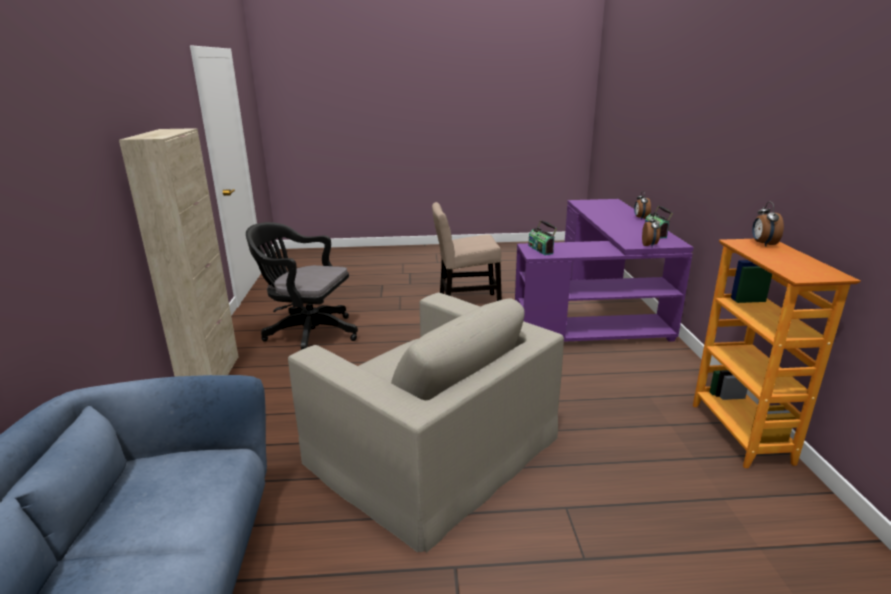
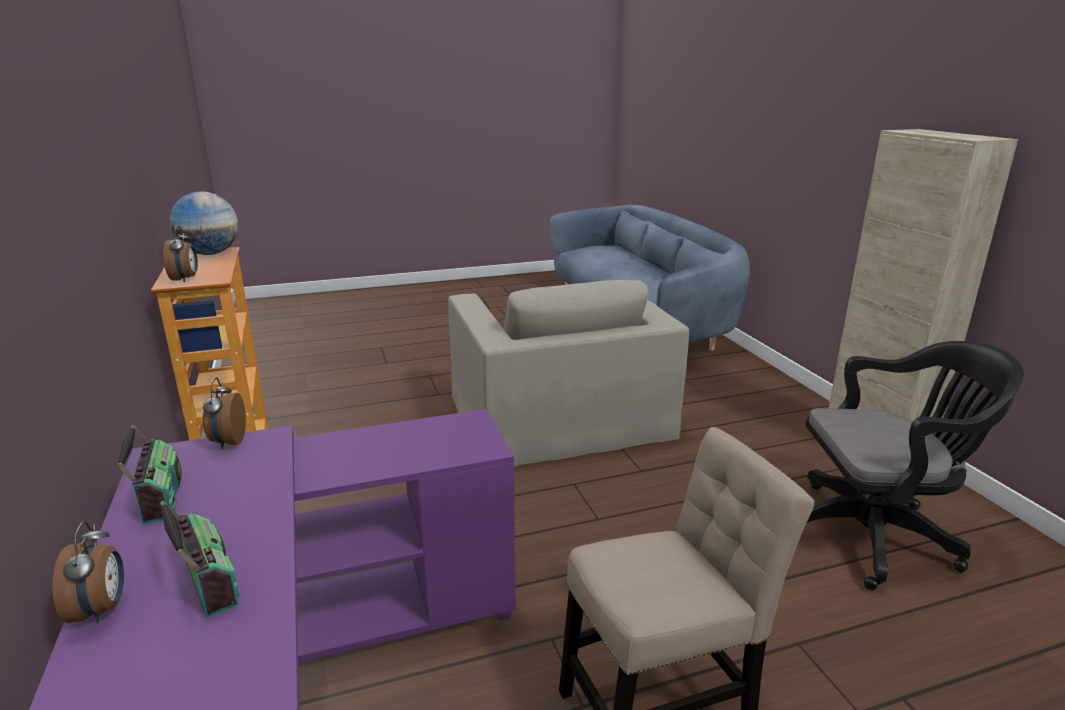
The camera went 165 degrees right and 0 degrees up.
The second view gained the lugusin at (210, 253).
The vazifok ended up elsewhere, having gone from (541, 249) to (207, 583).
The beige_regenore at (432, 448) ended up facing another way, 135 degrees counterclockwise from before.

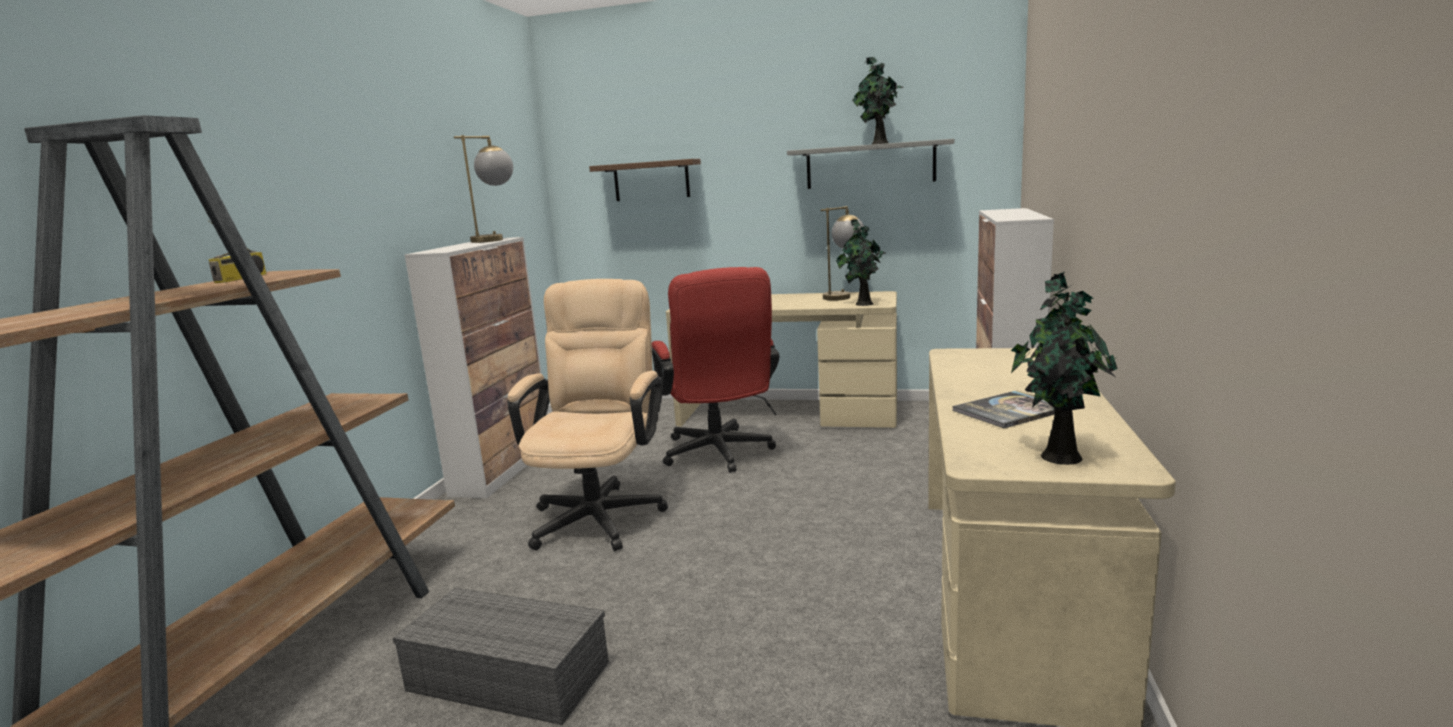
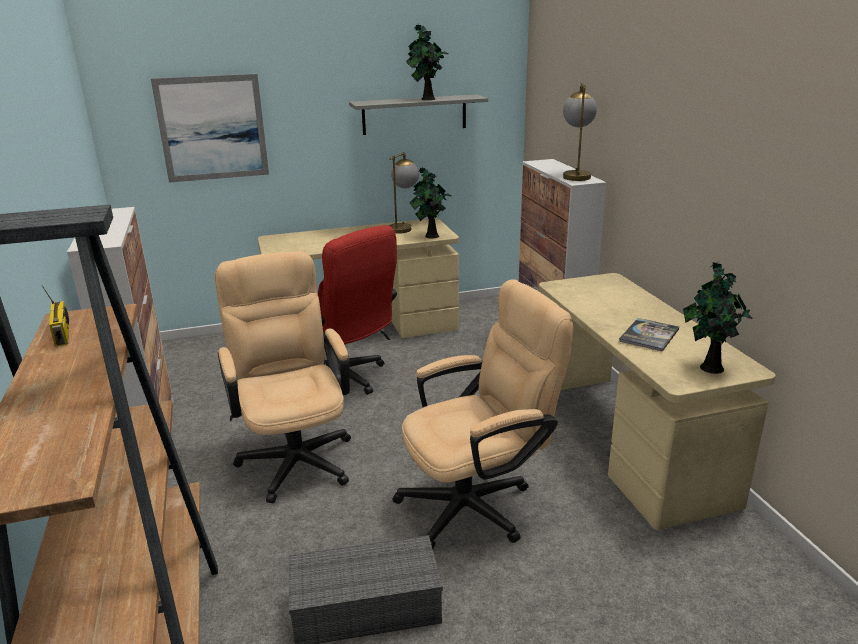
The camera went 30 degrees left and 10 degrees up.
The second view gained the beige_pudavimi at (478, 504).
The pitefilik ended up elsewhere, having gone from (496, 239) to (575, 175).
Where the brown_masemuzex hung at (651, 180), the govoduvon came to hang at (212, 128).

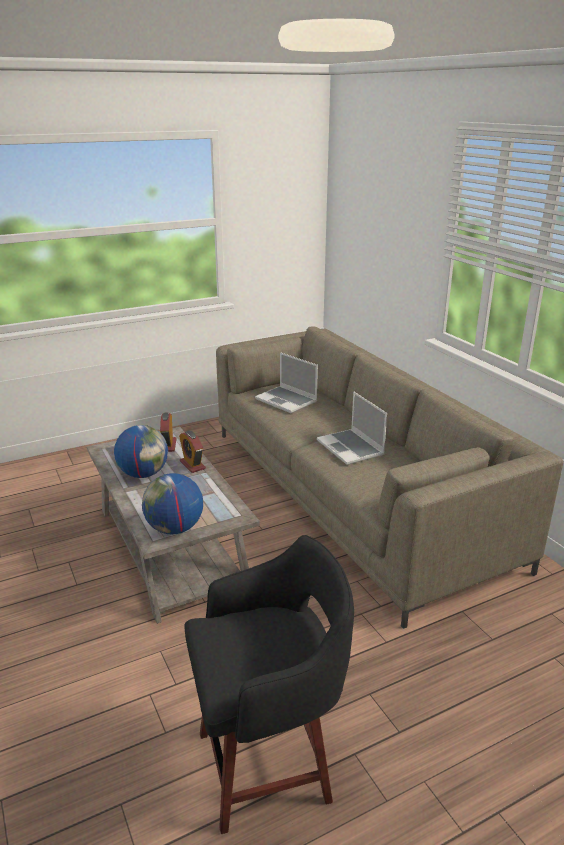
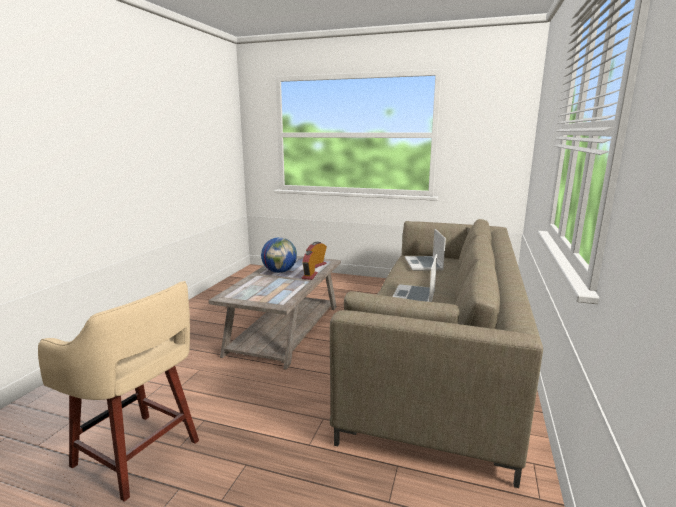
The camera went 45 degrees right and 10 degrees down.
The second view lost the lugusin at (174, 529).
What was the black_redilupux at (268, 764) turned into the beige_redilupux at (139, 454).

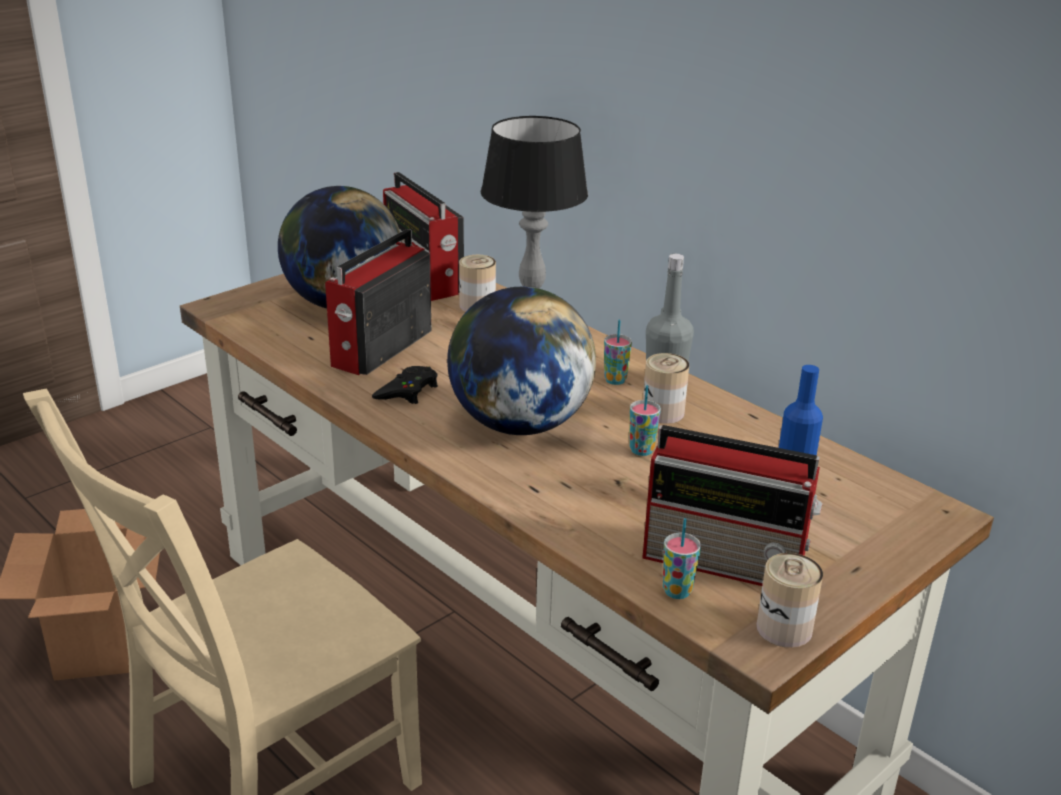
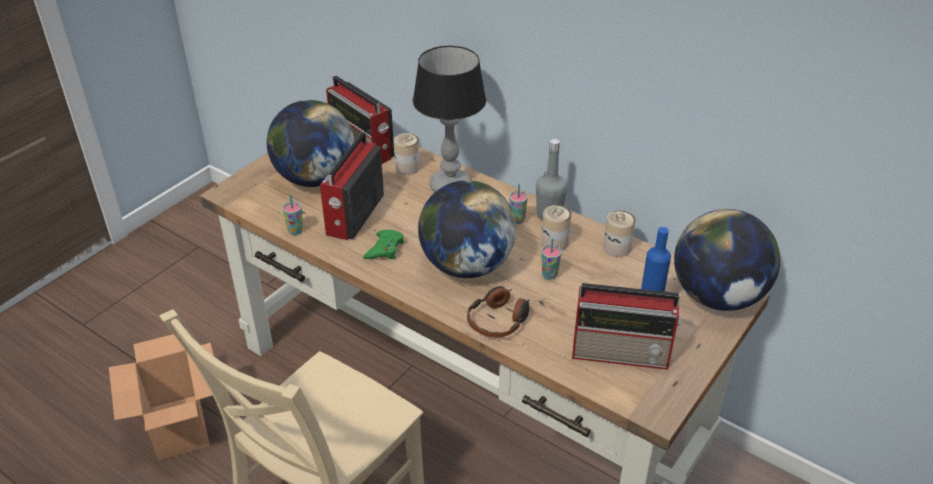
The camera went 10 degrees left and 10 degrees up.
The second view gained the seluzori at (499, 320).
The second view gained the lugusin at (717, 297).
The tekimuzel ended up elsewhere, having gone from (677, 591) to (295, 231).
The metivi ended up elsewhere, having gone from (784, 628) to (617, 248).
What was the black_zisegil at (407, 391) turned into the green_zisegil at (385, 249).

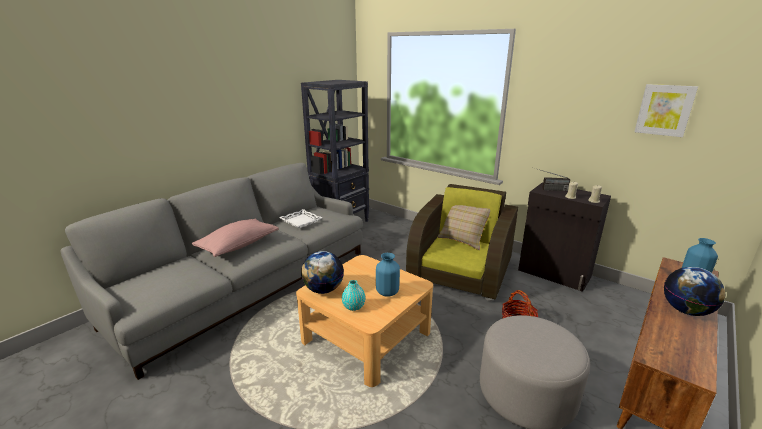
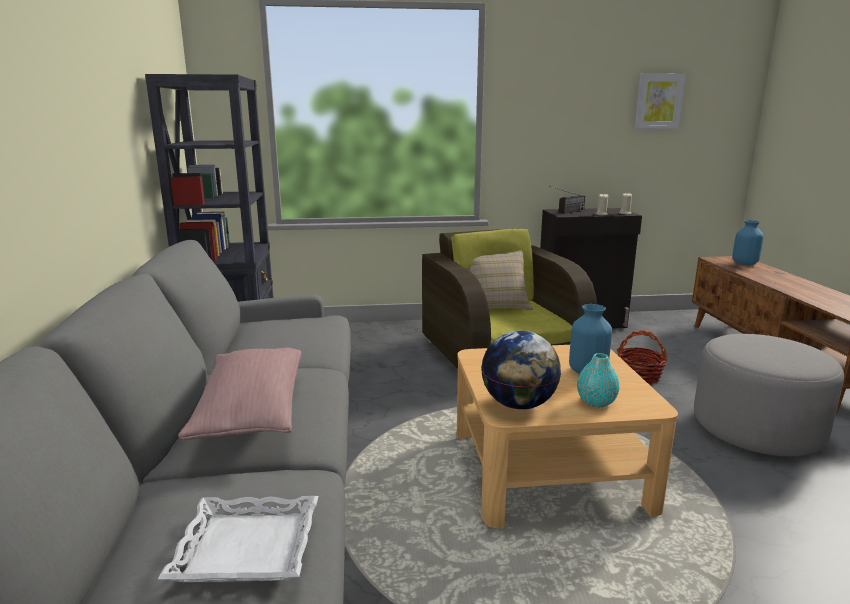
The camera went 45 degrees left and 5 degrees down.
The second view lost the lugusin at (686, 311).
The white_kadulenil ended up elsewhere, having gone from (300, 221) to (246, 548).

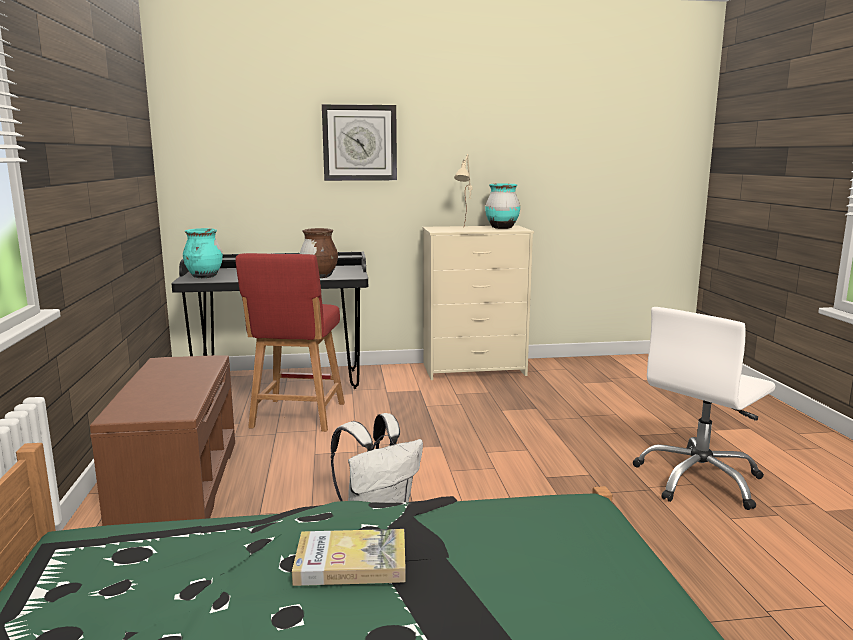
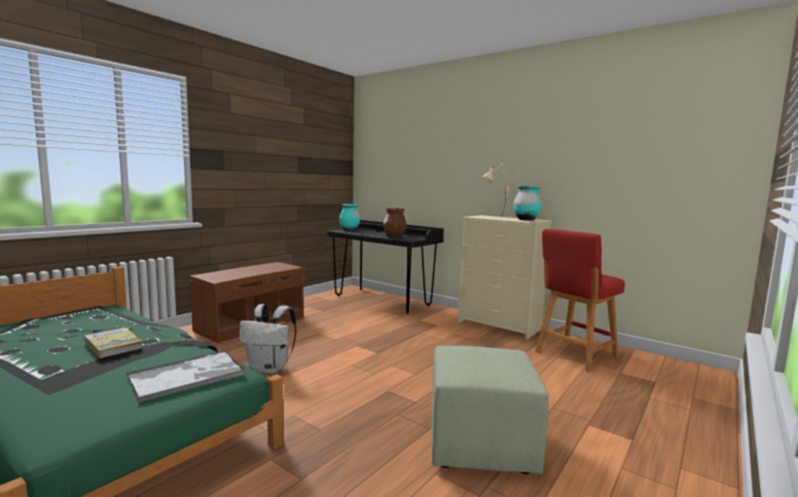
The camera went 45 degrees right and 5 degrees down.
The second view lost the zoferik at (359, 143).
The second view gained the kadulenil at (188, 375).
The red_redilupux ended up elsewhere, having gone from (297, 417) to (574, 356).
Where the white_pudavimi stood at (699, 480), the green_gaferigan came to stand at (479, 443).

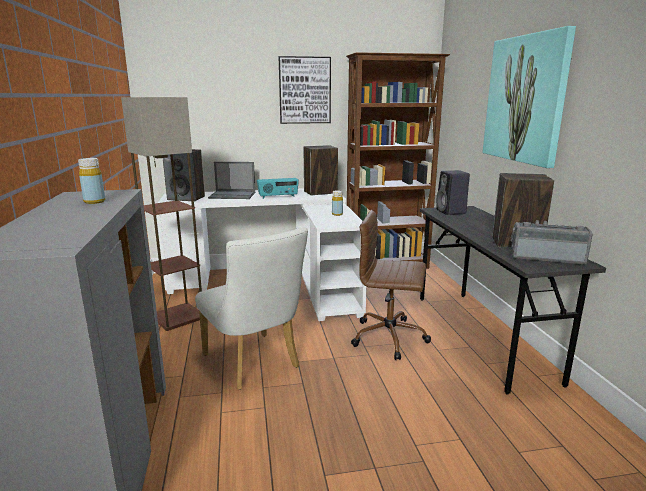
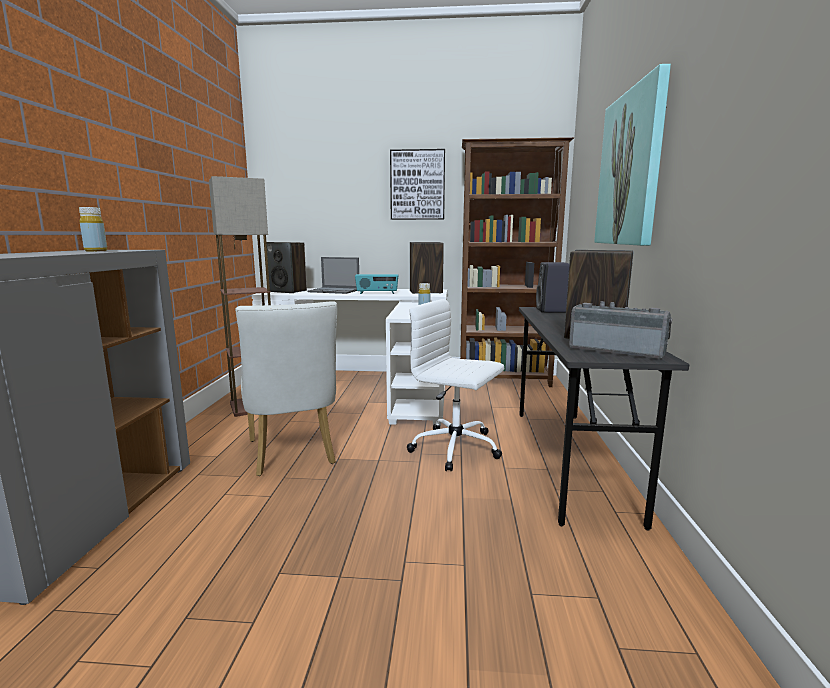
The camera went 15 degrees right and 5 degrees down.
What was the brown_pudavimi at (390, 337) turned into the white_pudavimi at (457, 448).

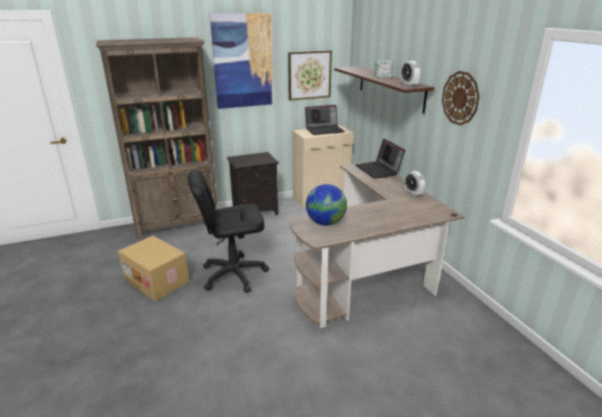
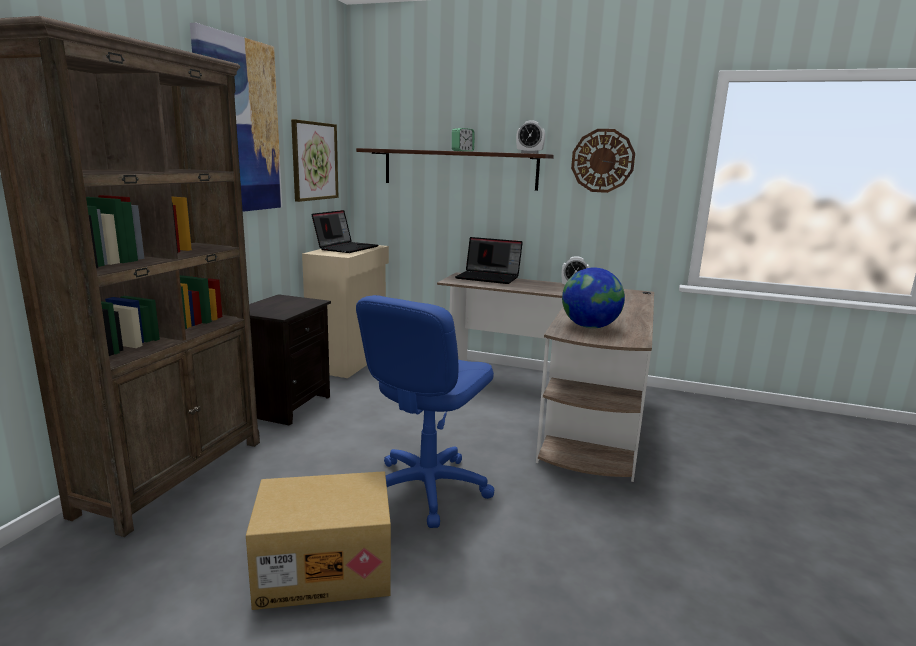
The camera went 50 degrees left and 10 degrees down.
What was the black_pudavimi at (233, 274) turned into the blue_pudavimi at (426, 488).

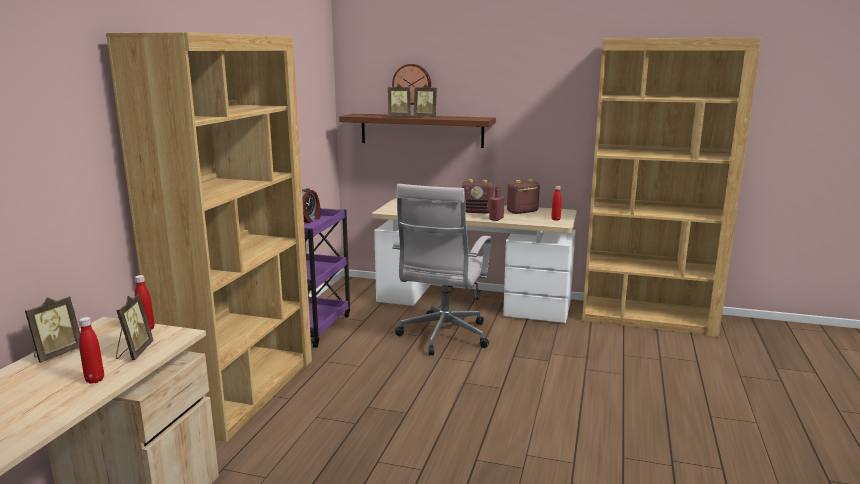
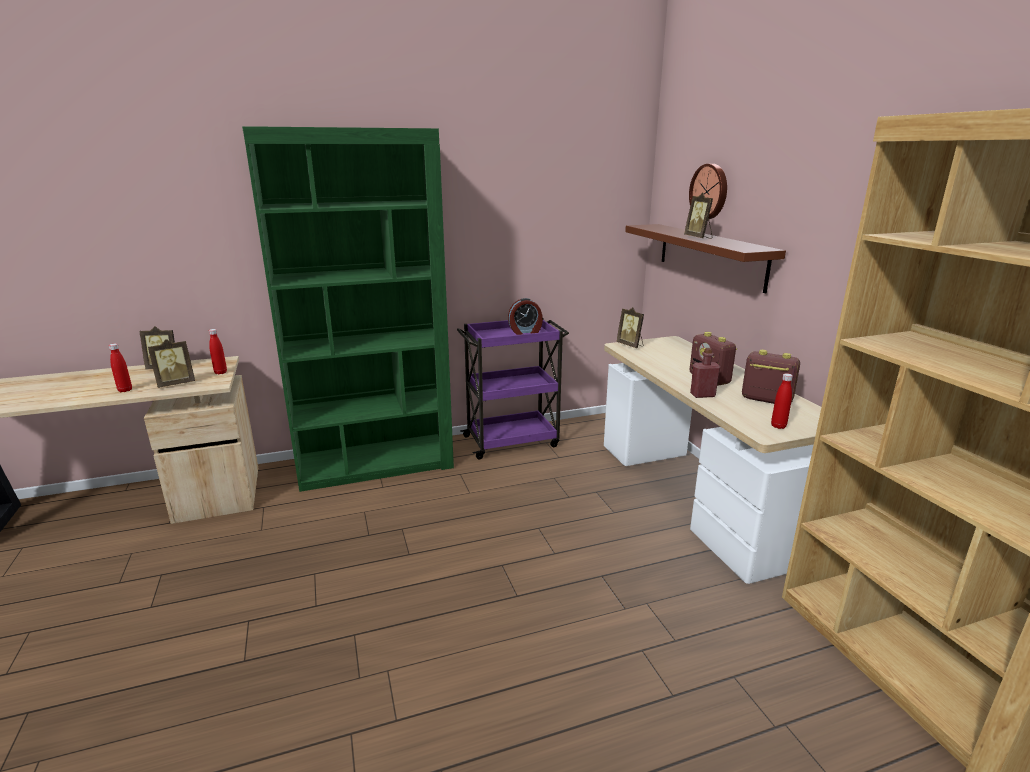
The camera went 55 degrees right and 5 degrees up.
The second view lost the white_pudavimi at (443, 337).
The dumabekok ended up elsewhere, having gone from (399, 116) to (630, 345).
What was the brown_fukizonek at (244, 391) turned into the green_fukizonek at (376, 464).

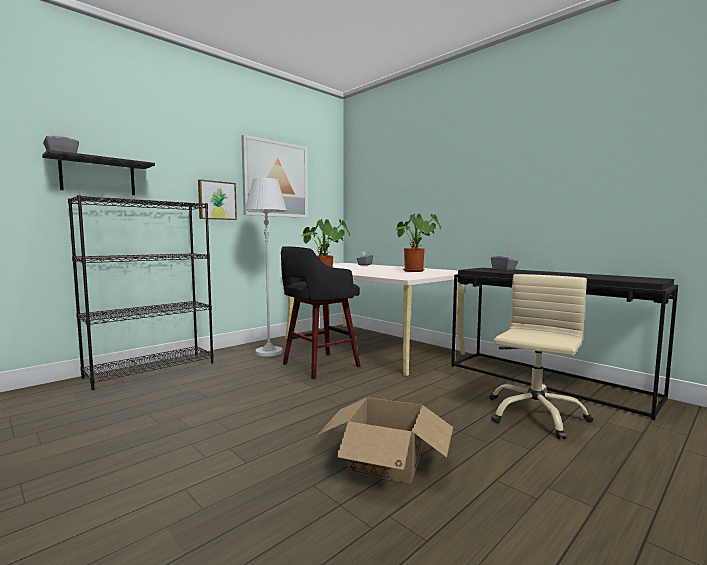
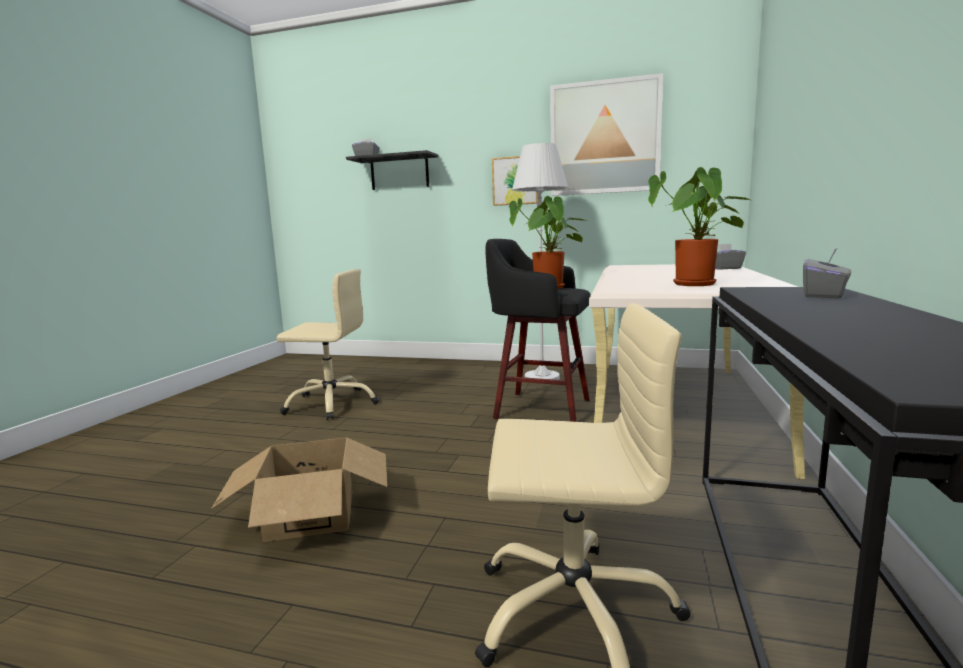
The camera went 60 degrees right and 5 degrees up.
The second view lost the black_fukizonek at (152, 370).
The second view gained the beige_pudavimi at (332, 404).

